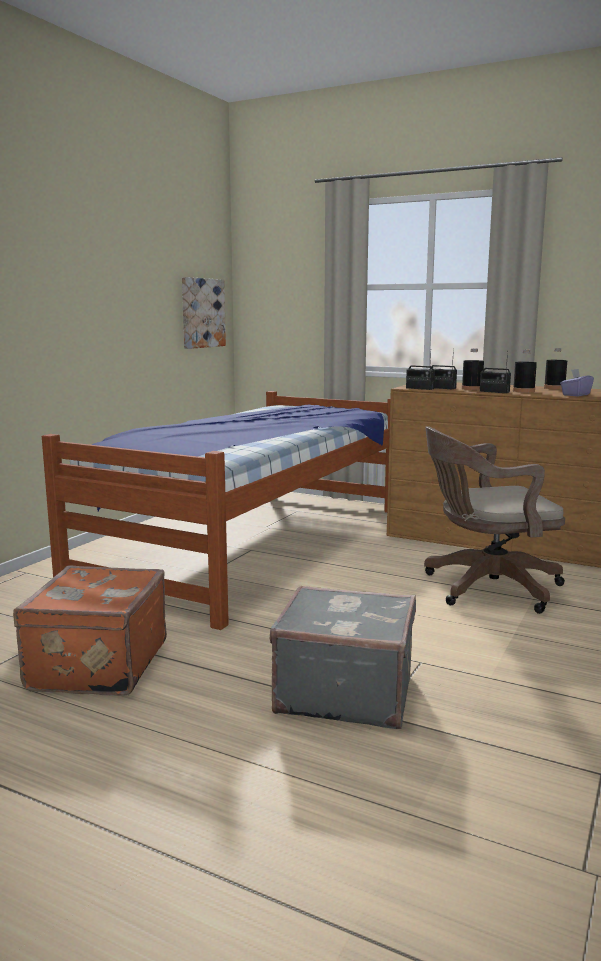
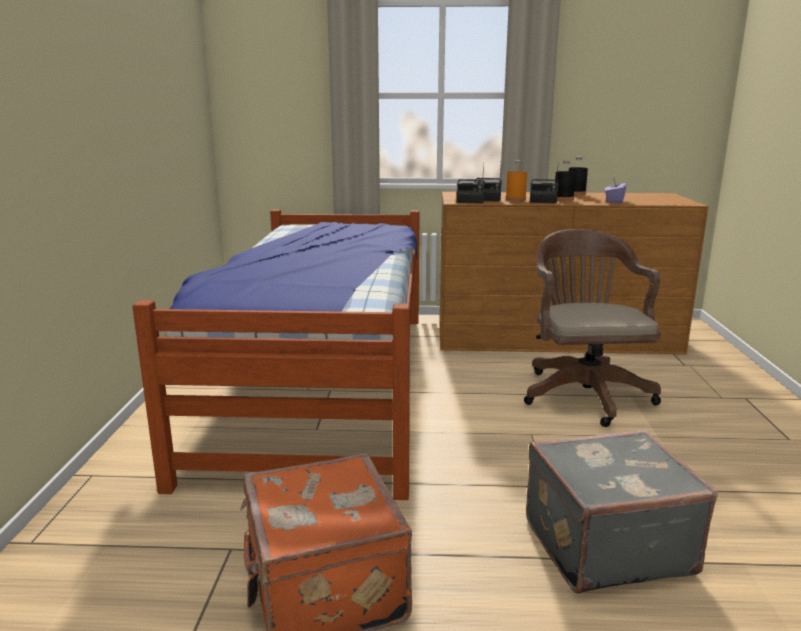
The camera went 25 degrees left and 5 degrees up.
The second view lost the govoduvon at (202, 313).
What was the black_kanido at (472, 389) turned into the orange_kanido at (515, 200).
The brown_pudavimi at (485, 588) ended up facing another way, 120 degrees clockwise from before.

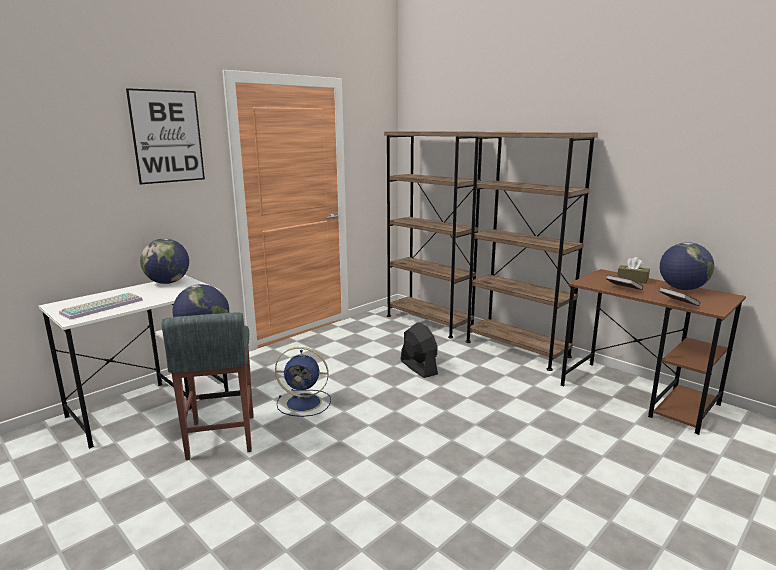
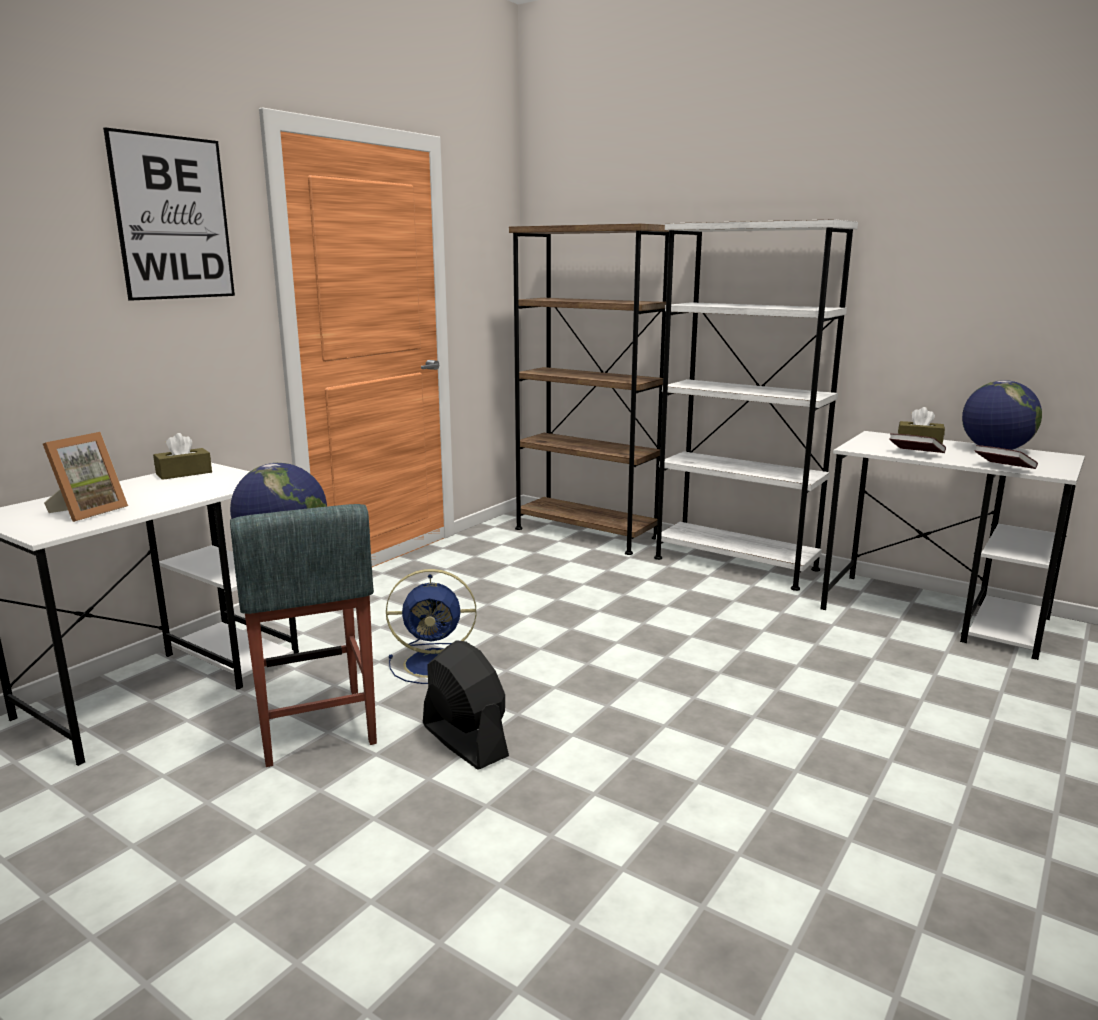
The camera went 10 degrees left and 0 degrees up.
The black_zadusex ended up elsewhere, having gone from (418, 367) to (464, 740).
Where the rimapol stood at (103, 306), the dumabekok came to stand at (87, 512).
Where the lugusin stood at (168, 282), the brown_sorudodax came to stand at (184, 473).
What was the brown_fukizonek at (516, 349) turned into the white_fukizonek at (735, 563).
What was the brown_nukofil at (638, 395) turned into the white_nukofil at (935, 614).

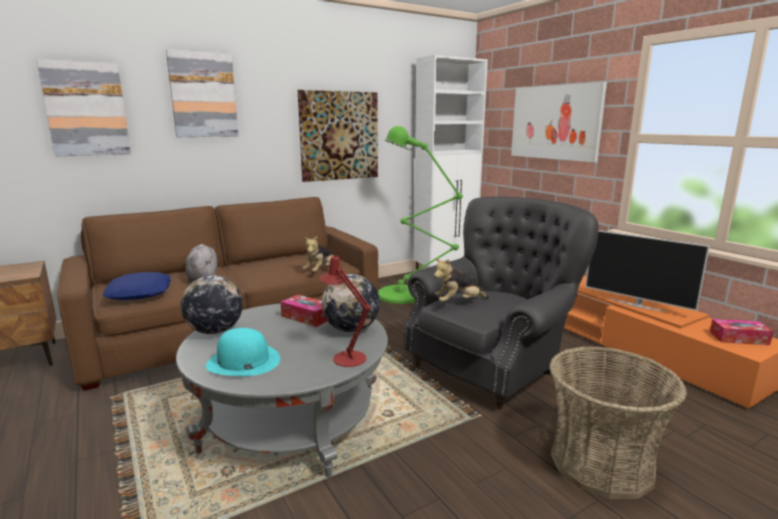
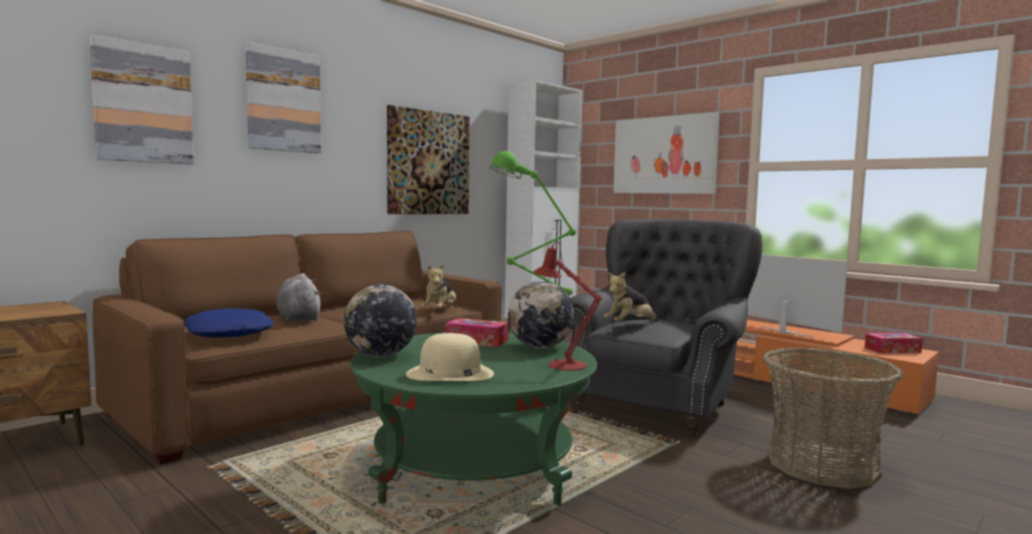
The camera went 15 degrees left and 10 degrees down.
What was the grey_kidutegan at (291, 422) turned into the green_kidutegan at (474, 466).
What was the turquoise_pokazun at (243, 361) turned into the beige_pokazun at (449, 373).
The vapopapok at (637, 305) ended up facing another way, 150 degrees counterclockwise from before.

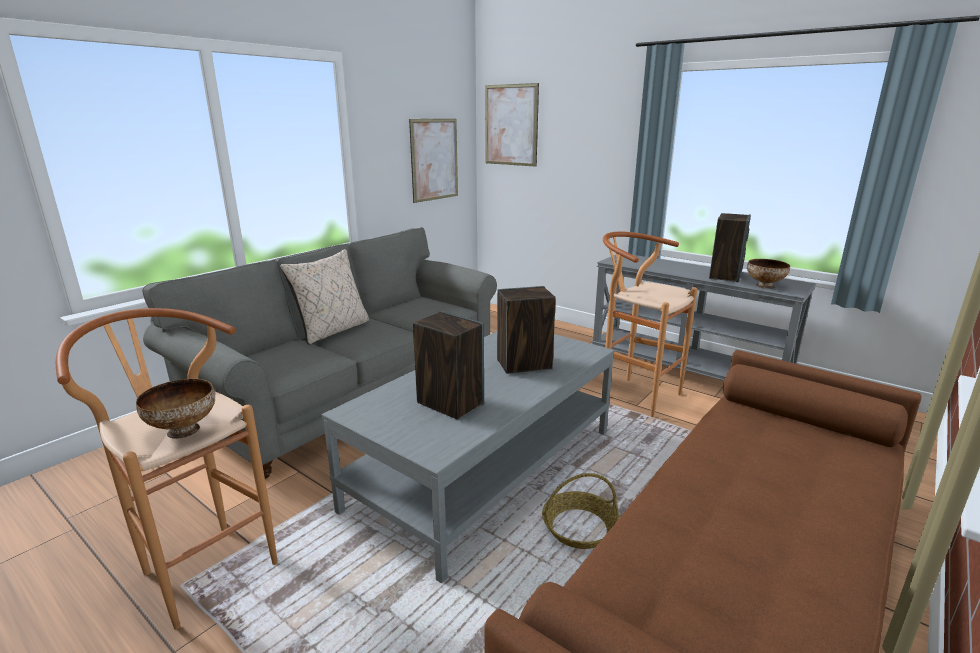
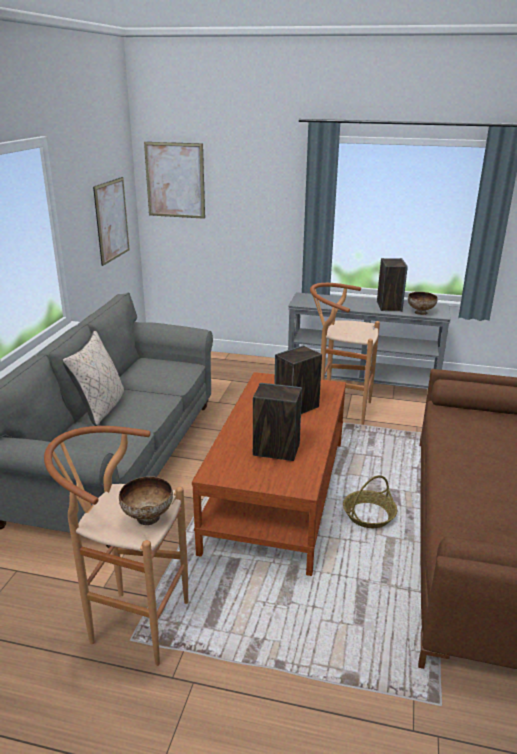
The camera went 25 degrees left and 5 degrees up.
What was the grey_kidutegan at (486, 468) turned into the brown_kidutegan at (278, 492).

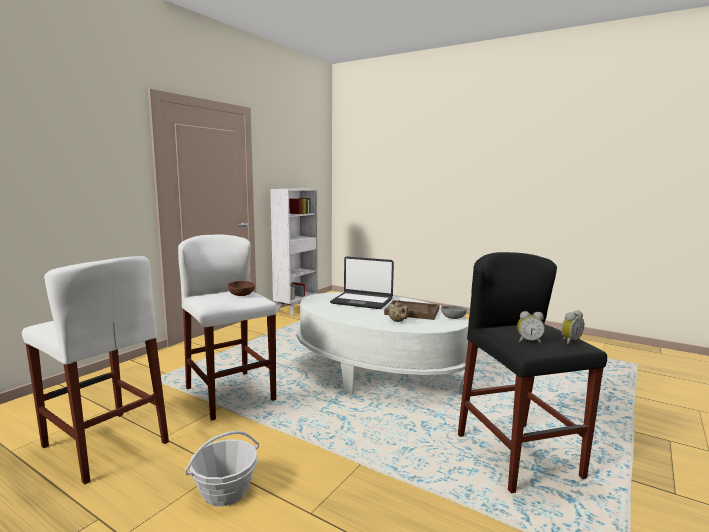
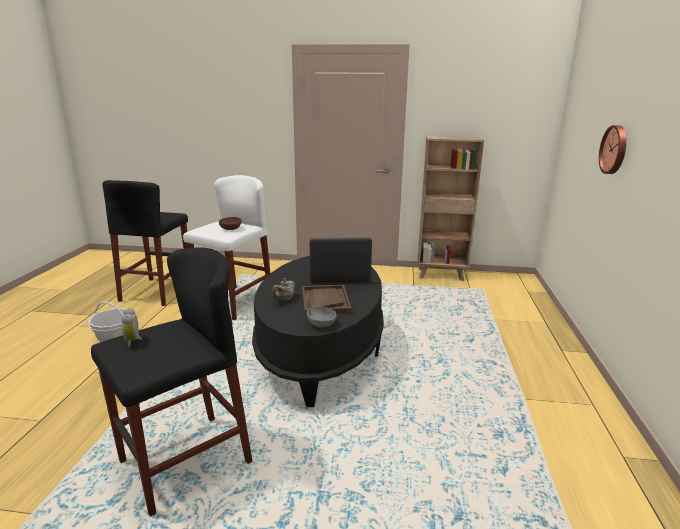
The camera went 65 degrees right and 10 degrees up.
The second view lost the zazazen at (569, 341).
The second view gained the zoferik at (615, 150).
What was the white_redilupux at (105, 444) turned into the black_redilupux at (157, 291).
What was the white_fukizonek at (296, 308) turned into the brown_fukizonek at (442, 275).
What was the white_kidutegan at (377, 372) turned into the black_kidutegan at (320, 350).
The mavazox at (362, 301) ended up facing another way, 90 degrees clockwise from before.

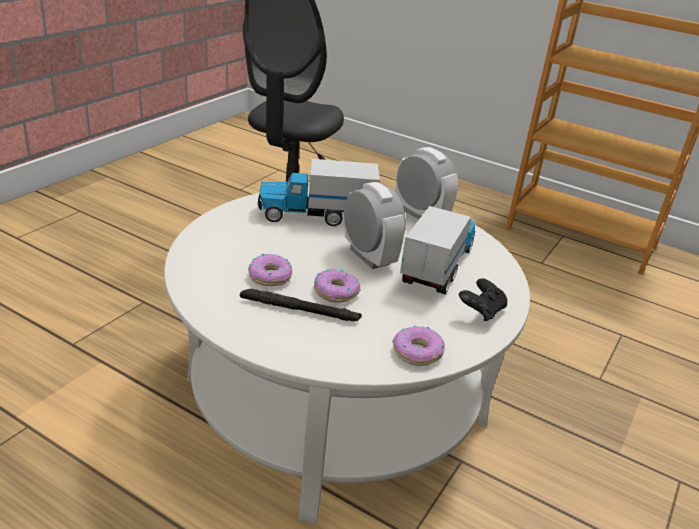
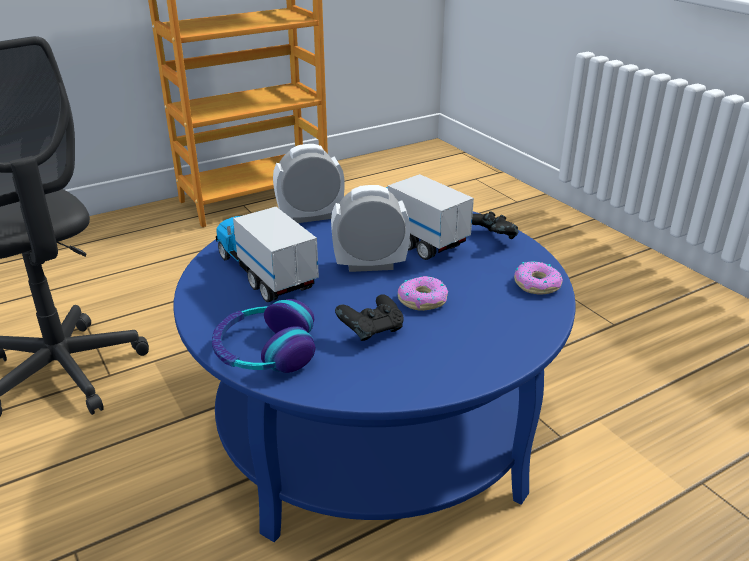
The camera went 60 degrees left and 0 degrees up.
The second view lost the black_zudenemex at (299, 310).
The second view gained the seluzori at (265, 351).
Where the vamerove stood at (270, 276), the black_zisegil came to stand at (371, 331).
What was the white_kidutegan at (335, 398) turned into the blue_kidutegan at (374, 427).
The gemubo at (316, 216) ended up facing another way, 120 degrees clockwise from before.

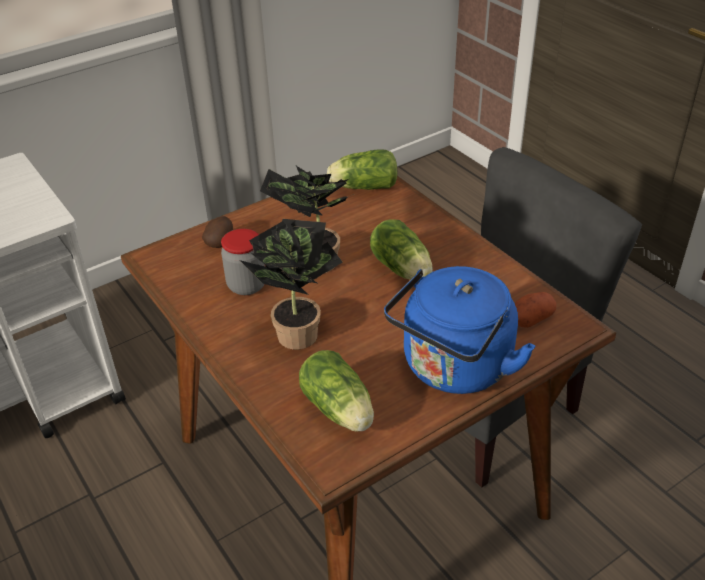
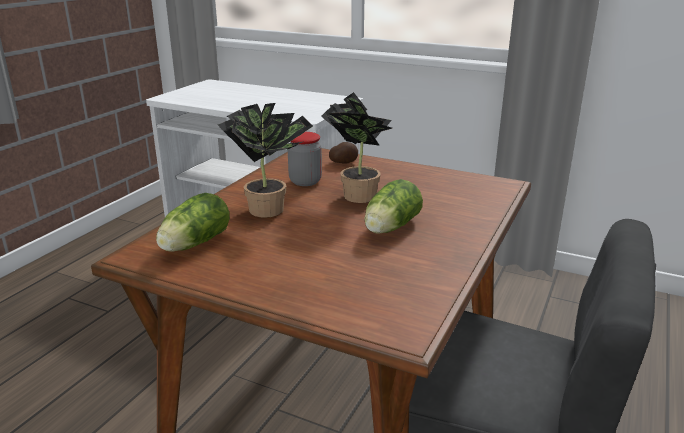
The camera went 60 degrees right and 15 degrees down.
The second view lost the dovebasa at (362, 187).
The second view lost the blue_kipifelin at (454, 369).
The second view lost the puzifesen at (531, 318).

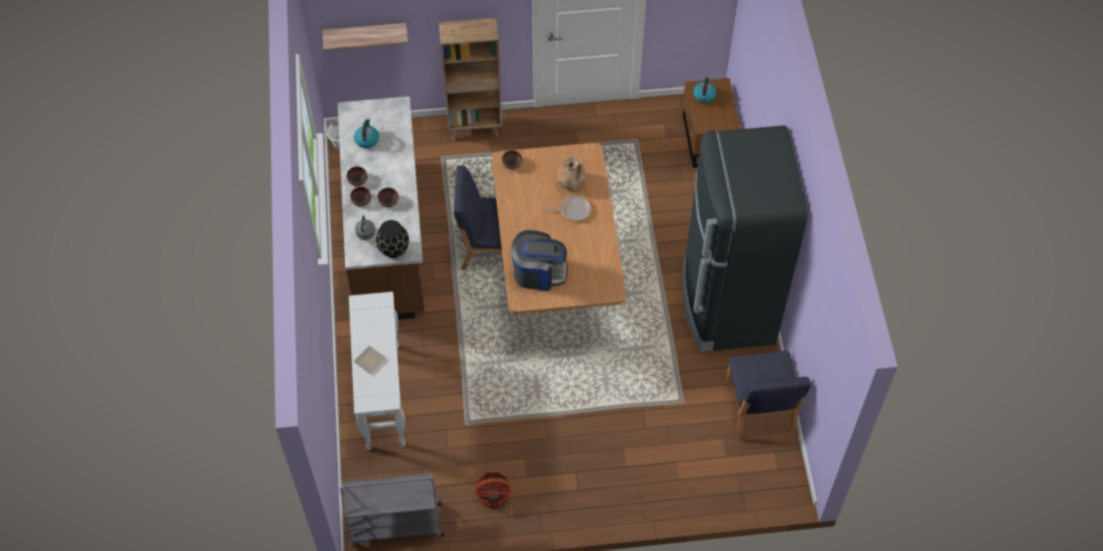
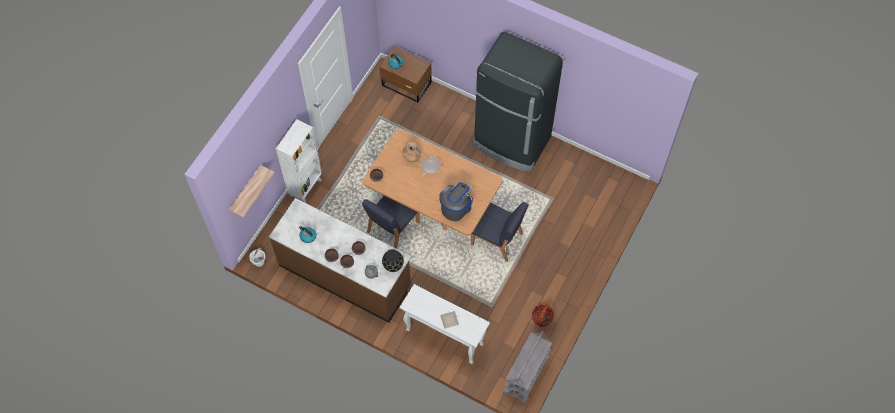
The camera went 55 degrees left and 5 degrees up.
The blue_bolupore ended up elsewhere, having gone from (759, 409) to (497, 239).
What was the brown_fukizonek at (475, 127) turned into the white_fukizonek at (306, 187).

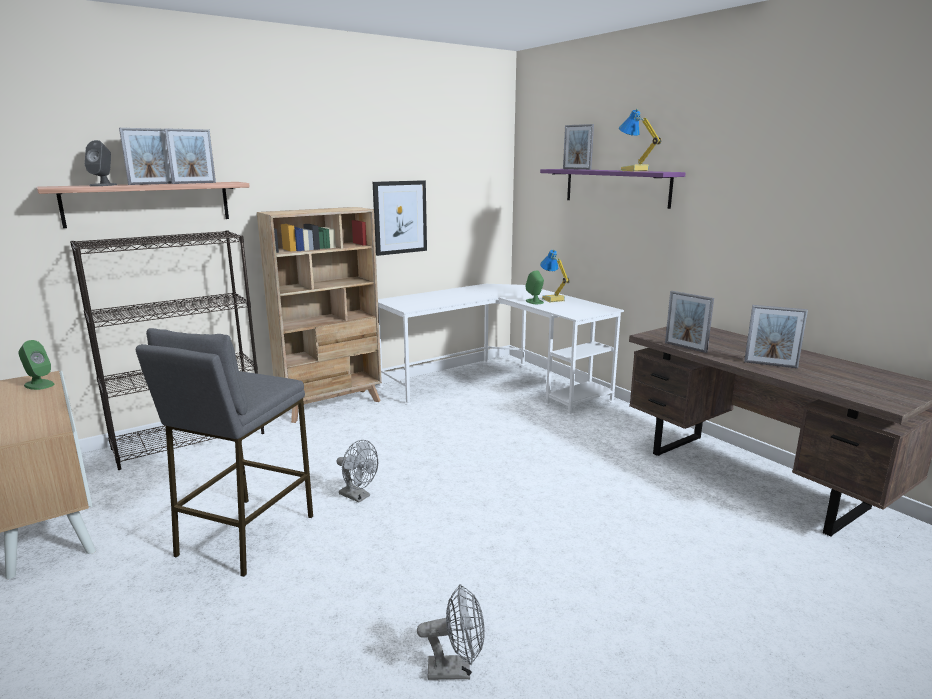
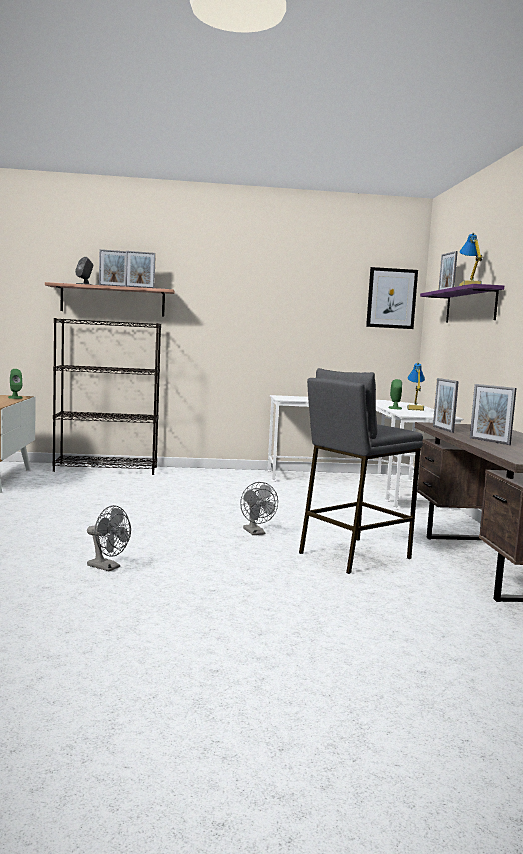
The camera went 30 degrees right and 10 degrees down.
The second view lost the beige_fukizonek at (331, 405).
The grey_redilupux ended up elsewhere, having gone from (245, 535) to (353, 555).
The grey_zadusex ended up elsewhere, having gone from (358, 496) to (256, 533).
The govoduvon ended up elsewhere, having gone from (400, 217) to (391, 298).

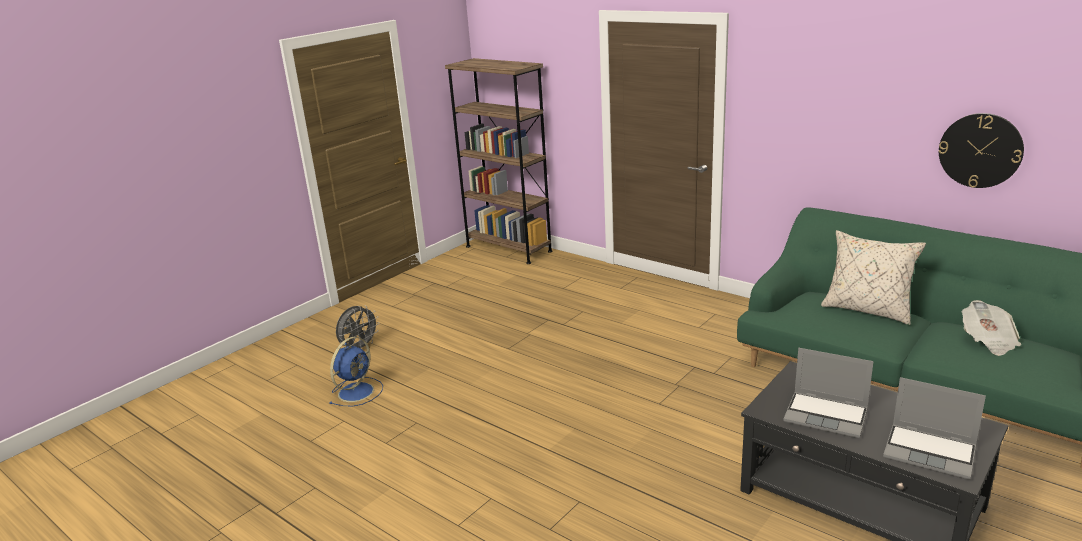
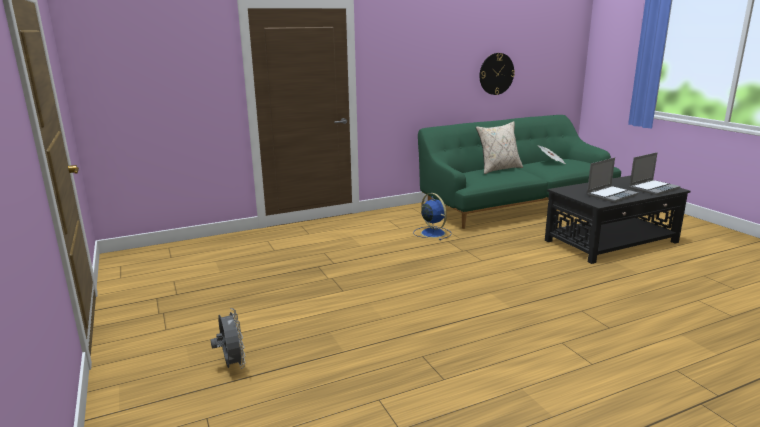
The camera went 65 degrees left and 5 degrees down.
The second view lost the brown_fukizonek at (508, 249).
The blue_zadusex ended up elsewhere, having gone from (357, 391) to (432, 233).

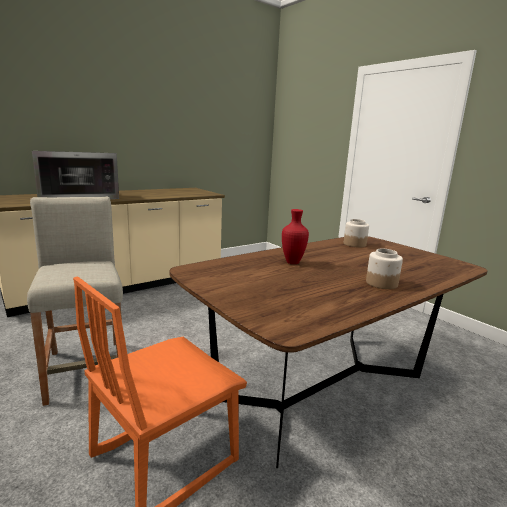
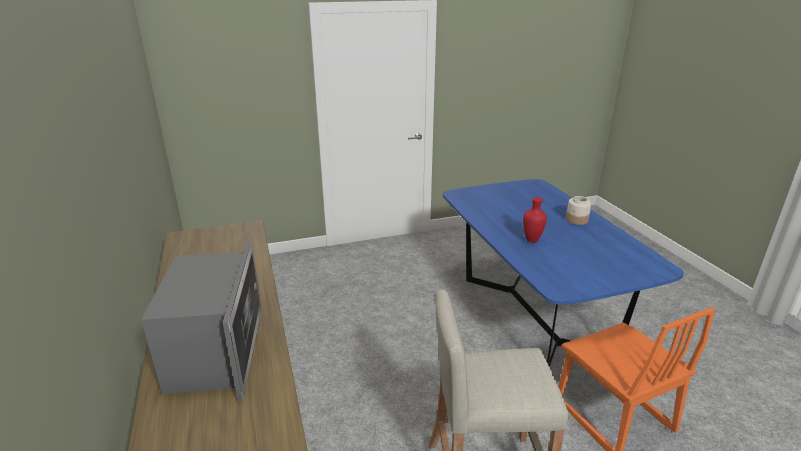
The camera went 70 degrees left and 10 degrees up.
The second view lost the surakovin at (354, 244).
What was the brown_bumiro at (323, 388) turned into the blue_bumiro at (533, 316).

